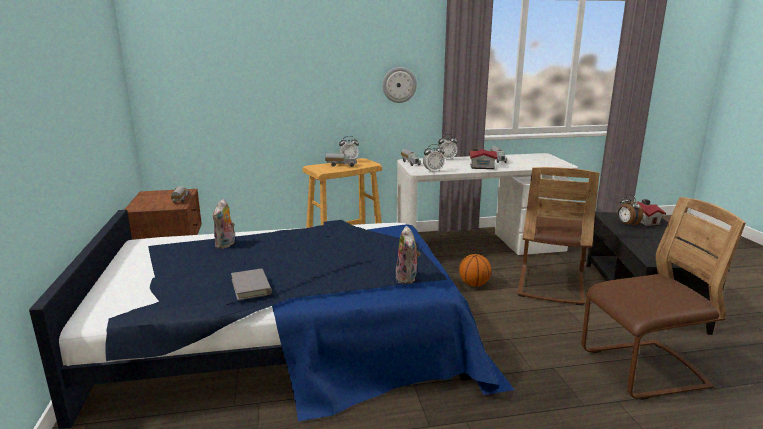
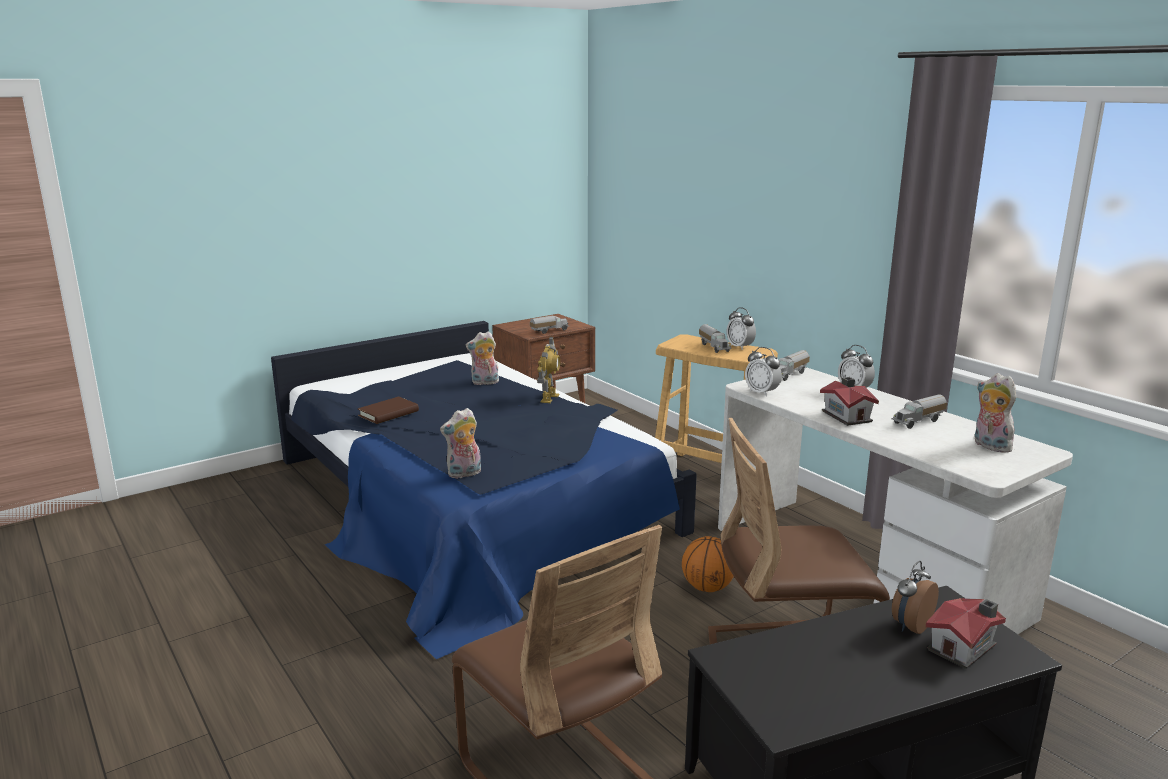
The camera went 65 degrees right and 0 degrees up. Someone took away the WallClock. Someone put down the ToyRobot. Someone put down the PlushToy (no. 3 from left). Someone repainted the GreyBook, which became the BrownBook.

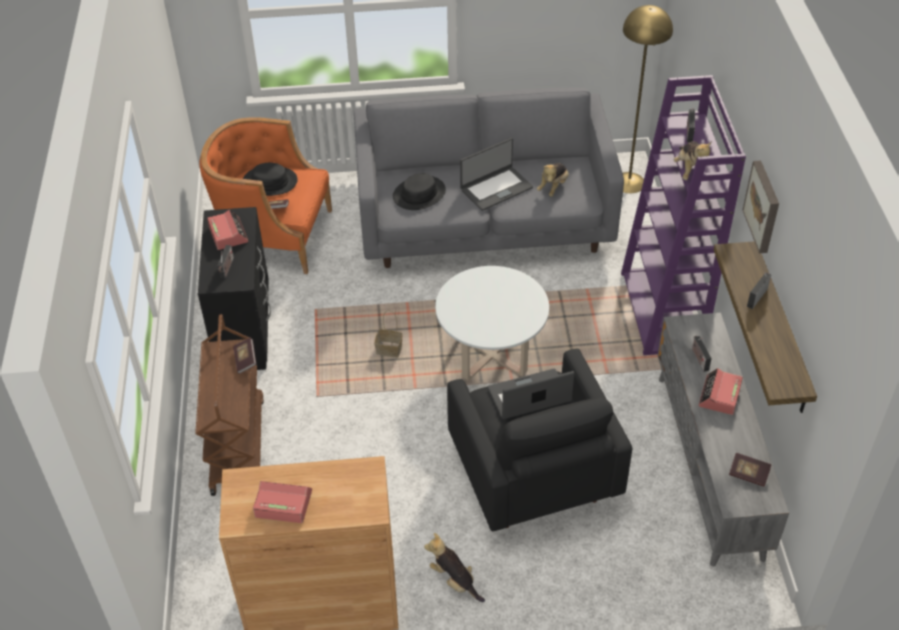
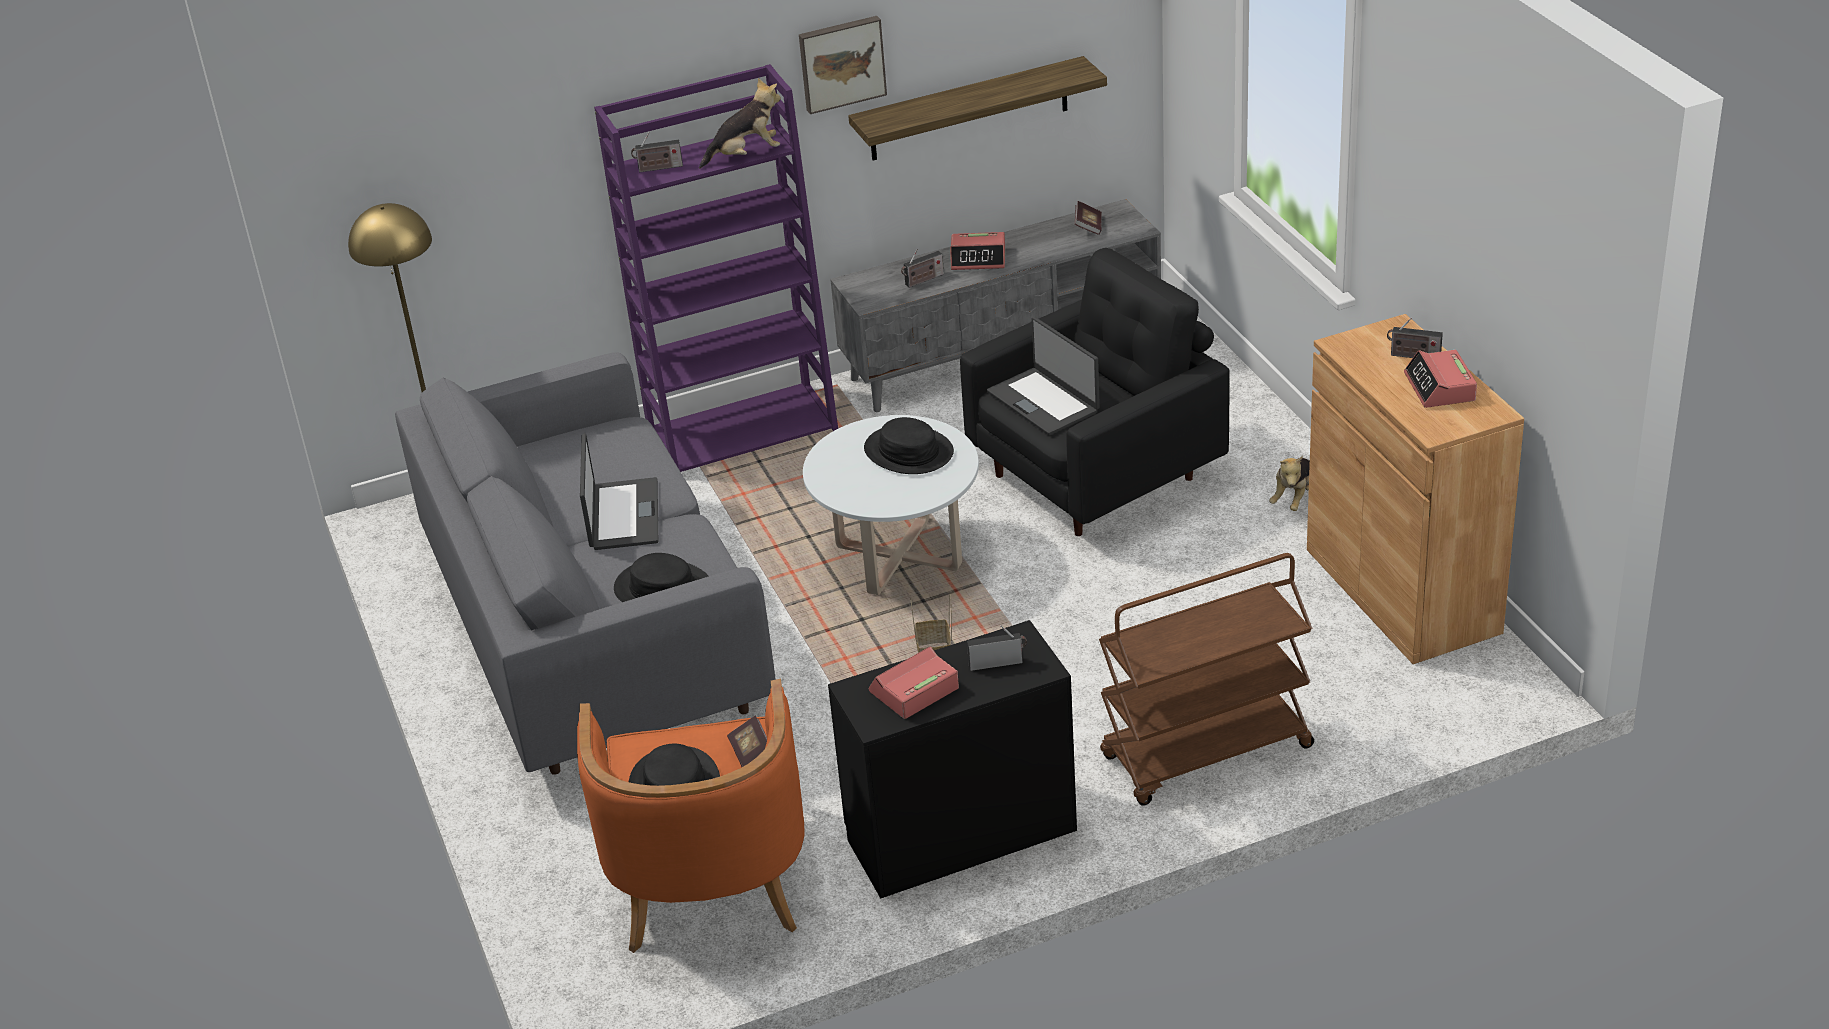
The camera went 105 degrees left and 10 degrees down. Someone took away the Book (no. 1 from left). Someone took away the PlushToy (no. 2 from left). Someone put down the BlackHat (no. 3 from left). Someone carried the Radio (no. 4 from left). Someone rotated the Laptop (no. 1 from left) by 45 degrees clockwise.

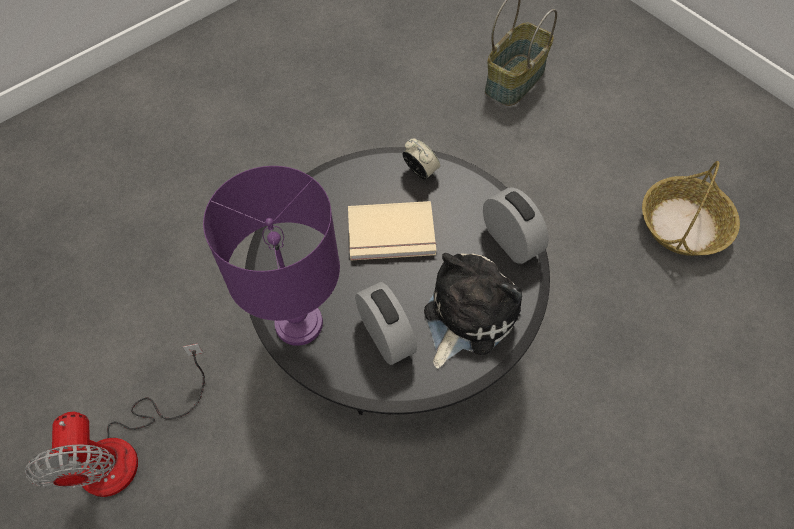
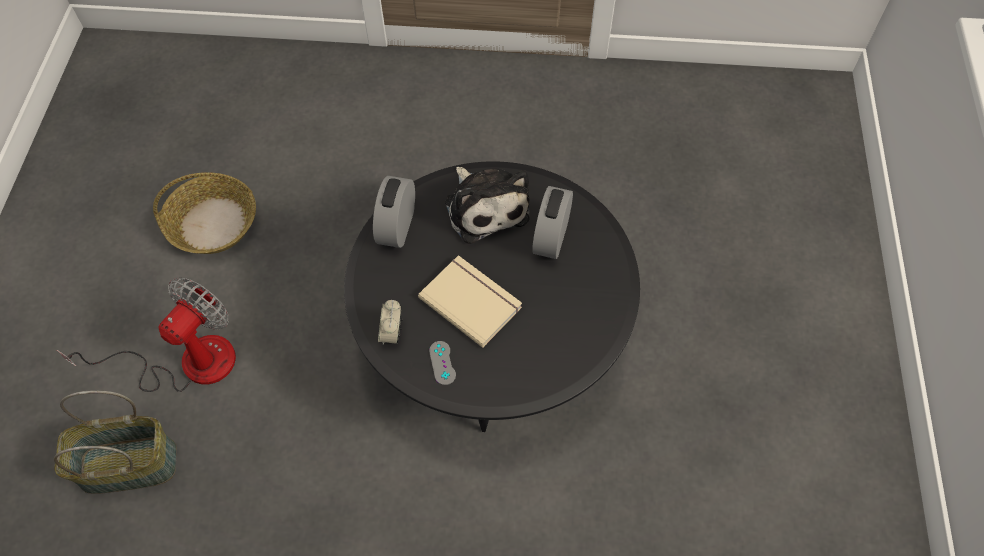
The camera went 135 degrees left and 0 degrees up. Someone took away the PurpleTableLamp. Someone put down the GreyGameController. Someone carried the Fan. Someone rotated the PlushToy by 105 degrees counterclockwise.

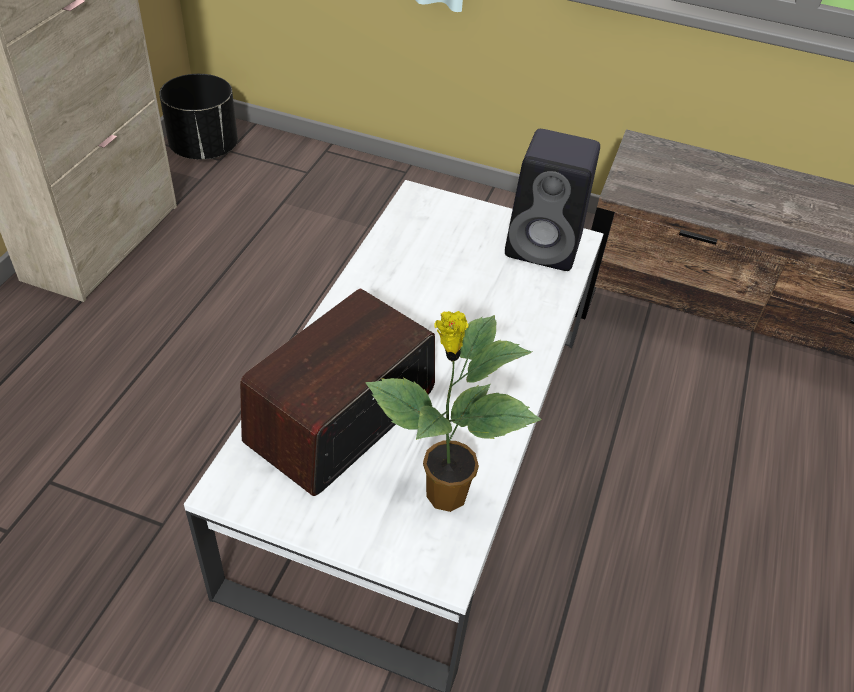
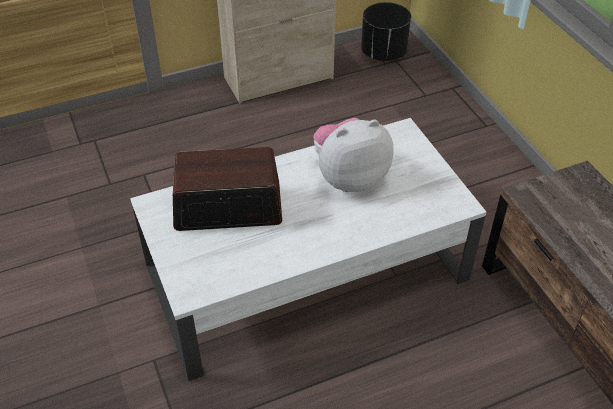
The camera went 50 degrees right and 0 degrees up. Someone took away the PottedPlant. Someone took away the BlackSpeaker. Someone put down the PlushToy.

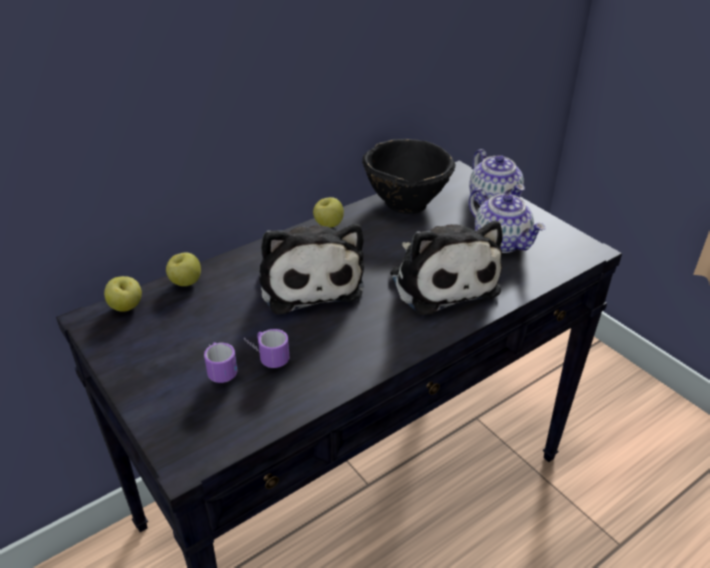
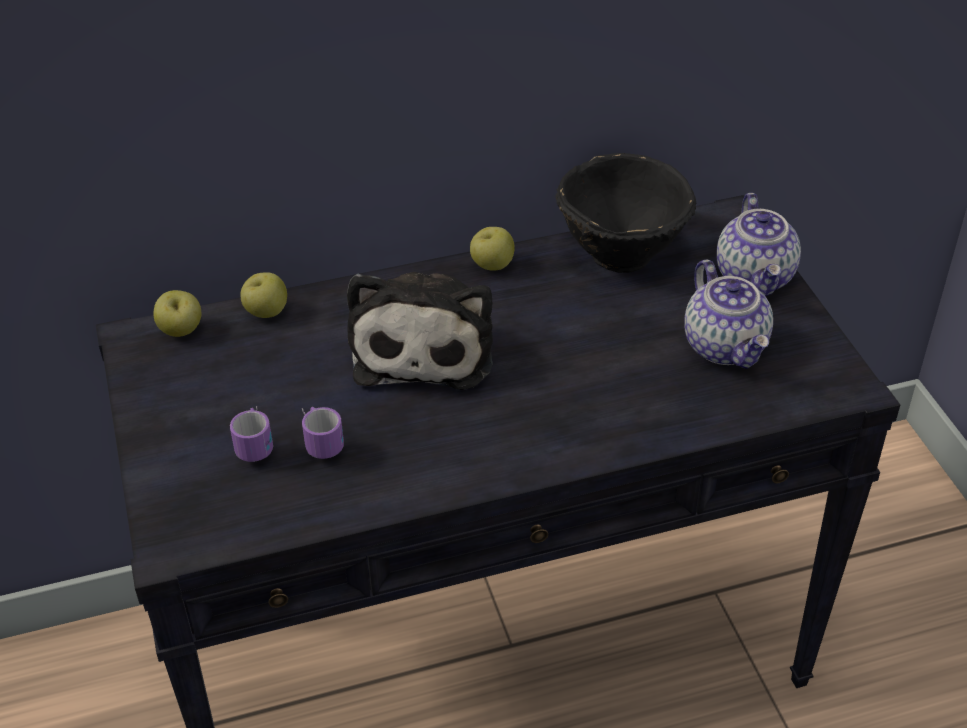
The camera went 20 degrees right and 5 degrees up. Someone took away the PlushToy (no. 2 from left).

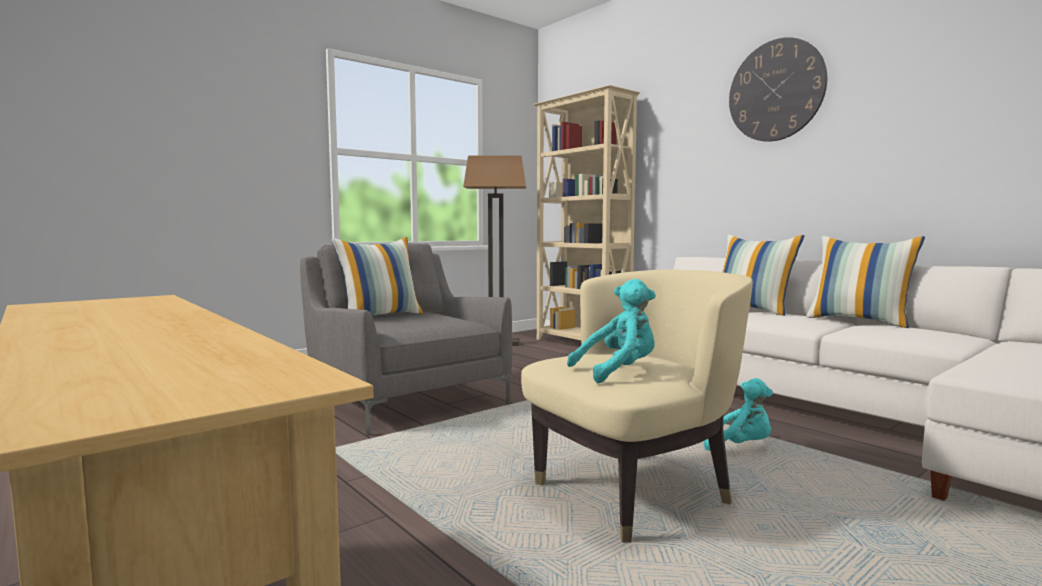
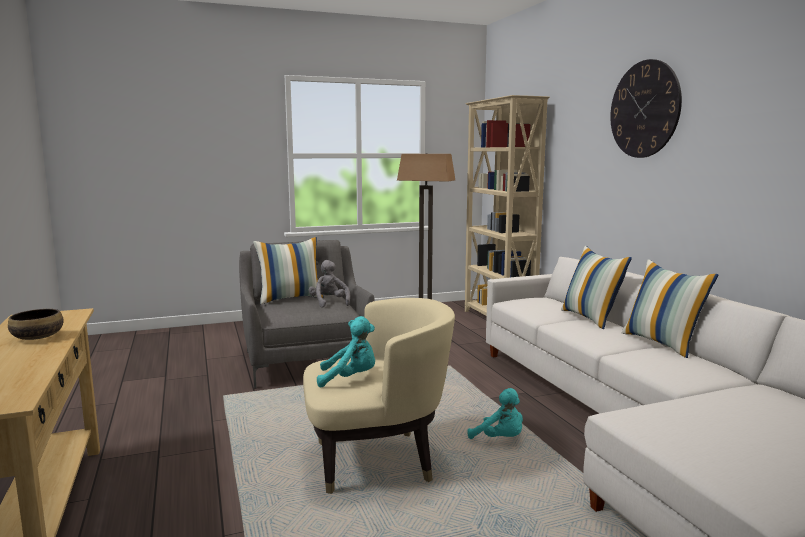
The camera went 20 degrees right and 5 degrees up. Someone put down the Bowl. Someone put down the GreyPlushToy.

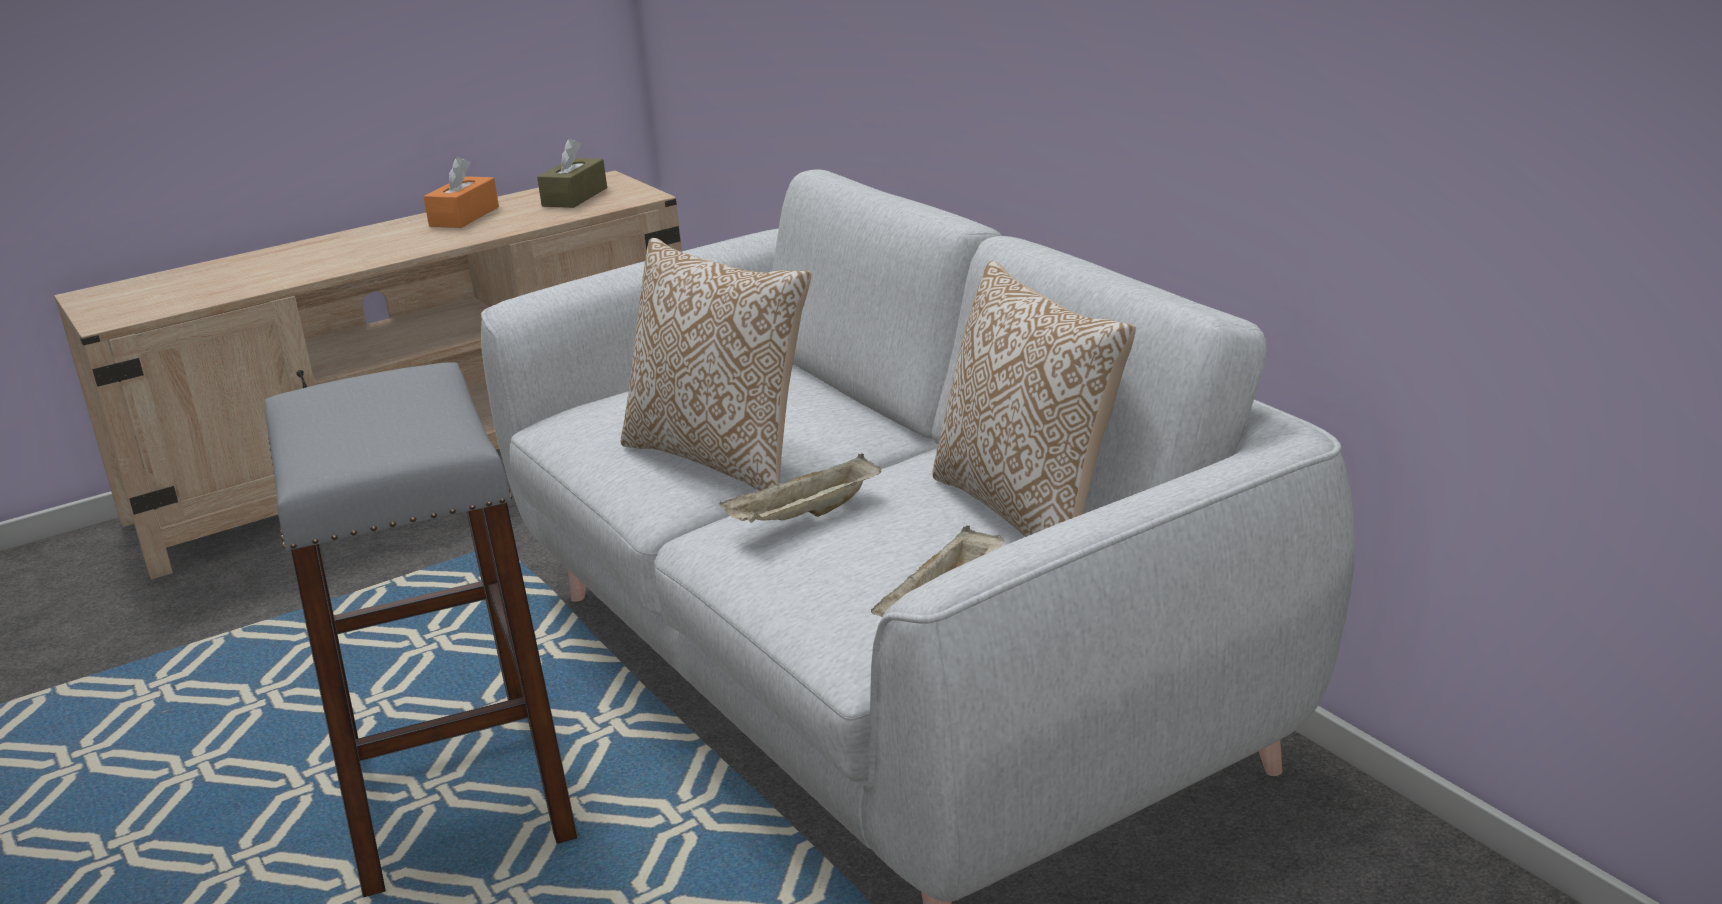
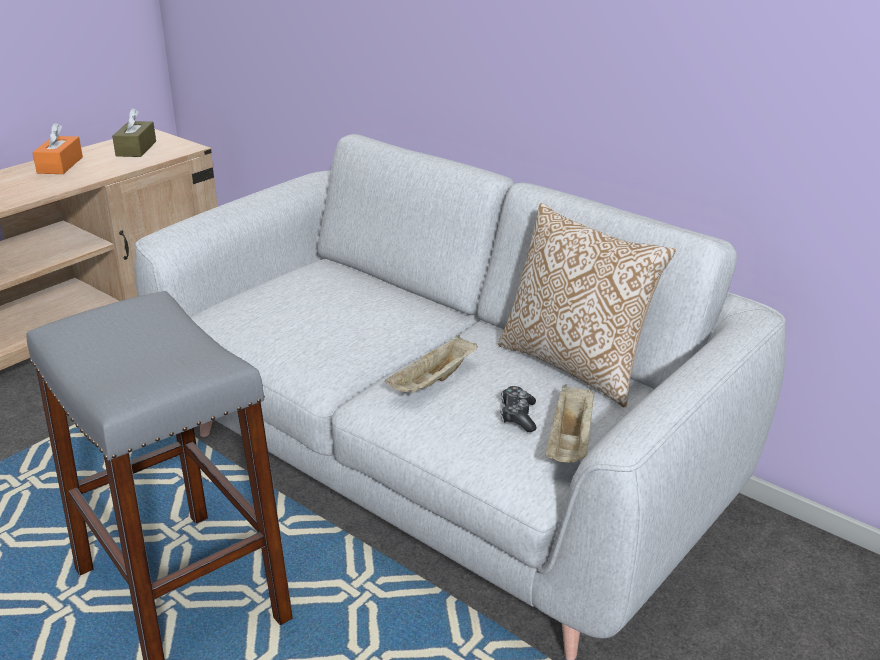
The camera went 20 degrees left and 5 degrees up. Someone took away the Pillow (no. 1 from left). Someone put down the GameController.

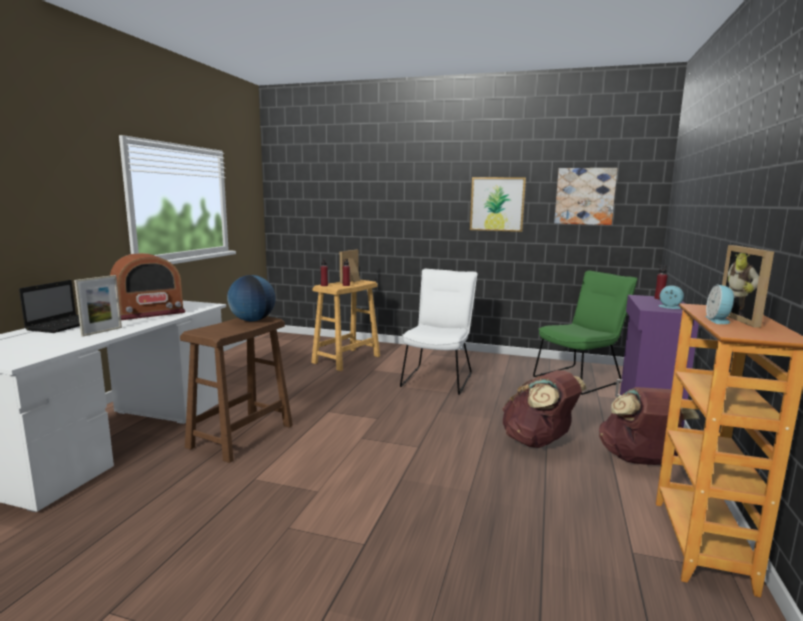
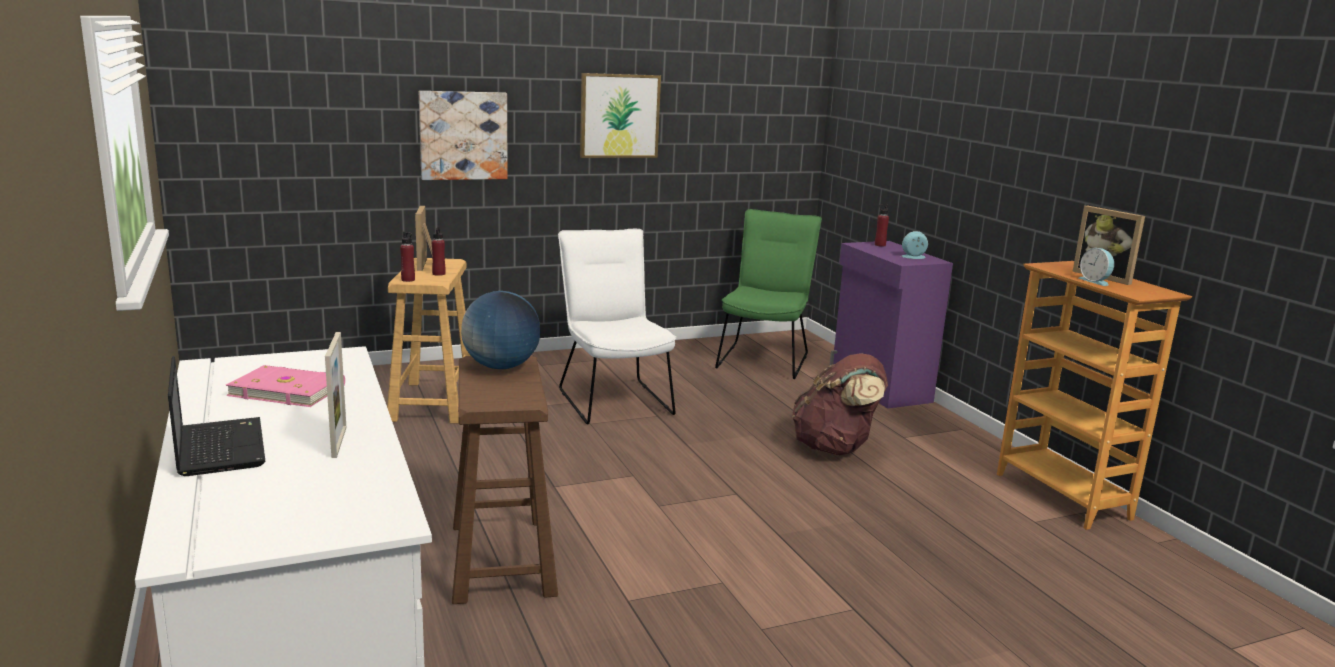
The camera went 40 degrees left and 5 degrees up. Someone took away the BrownBackpack (no. 2 from left). Someone carried the Picture (no. 2 from left in the first image). Someone swapped the Radio for the PinkBook.

